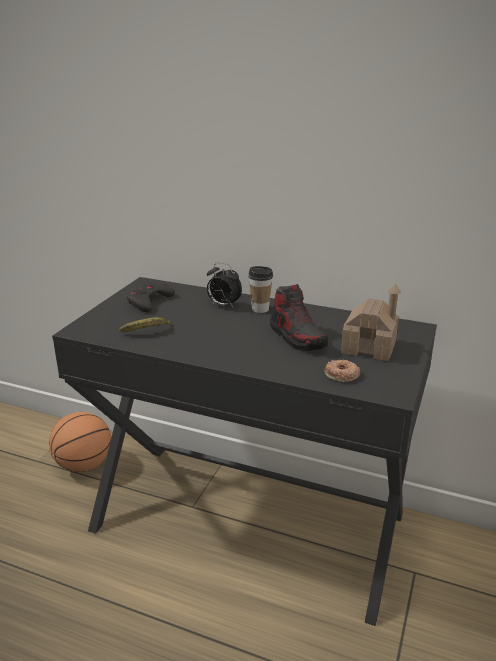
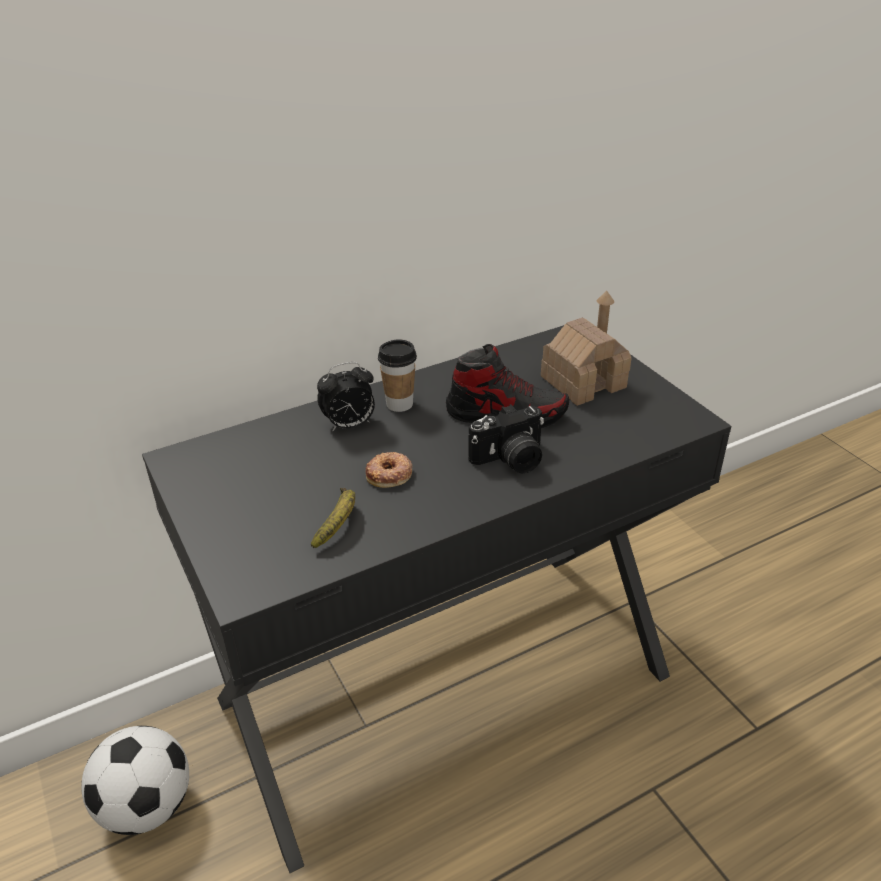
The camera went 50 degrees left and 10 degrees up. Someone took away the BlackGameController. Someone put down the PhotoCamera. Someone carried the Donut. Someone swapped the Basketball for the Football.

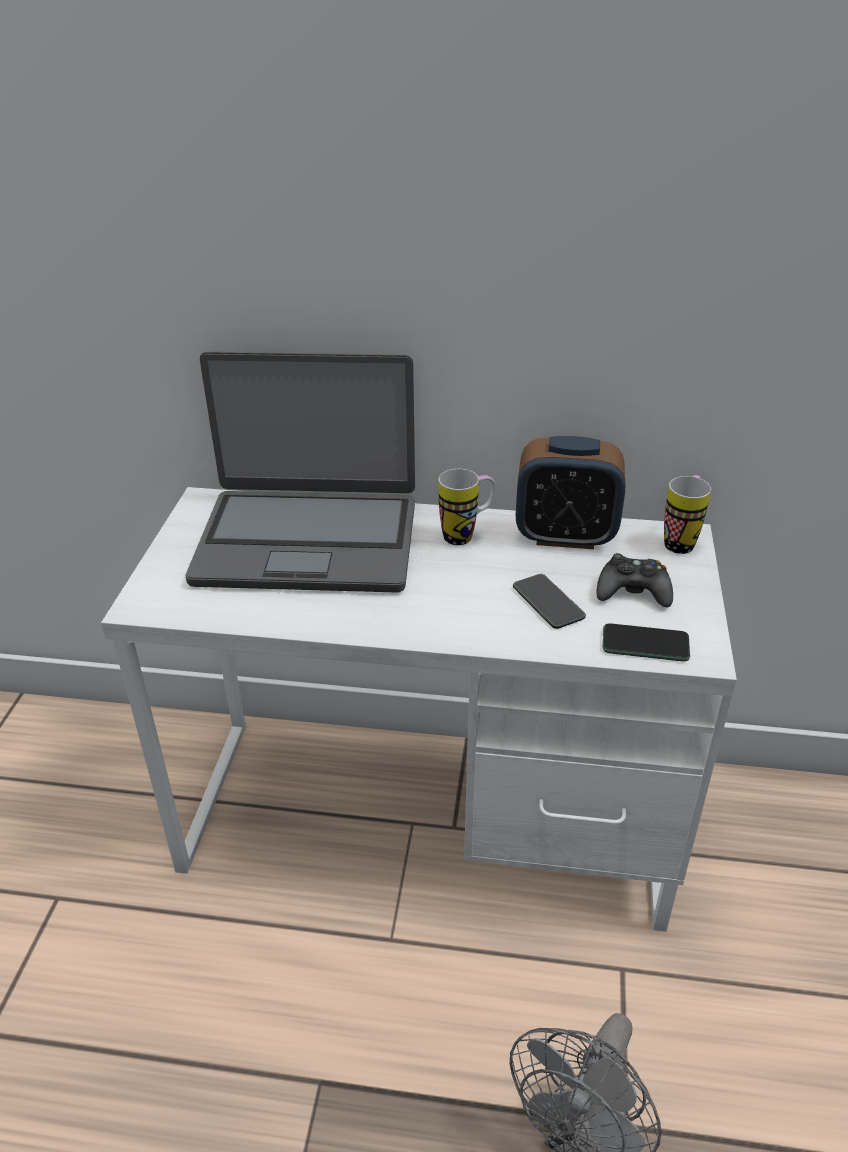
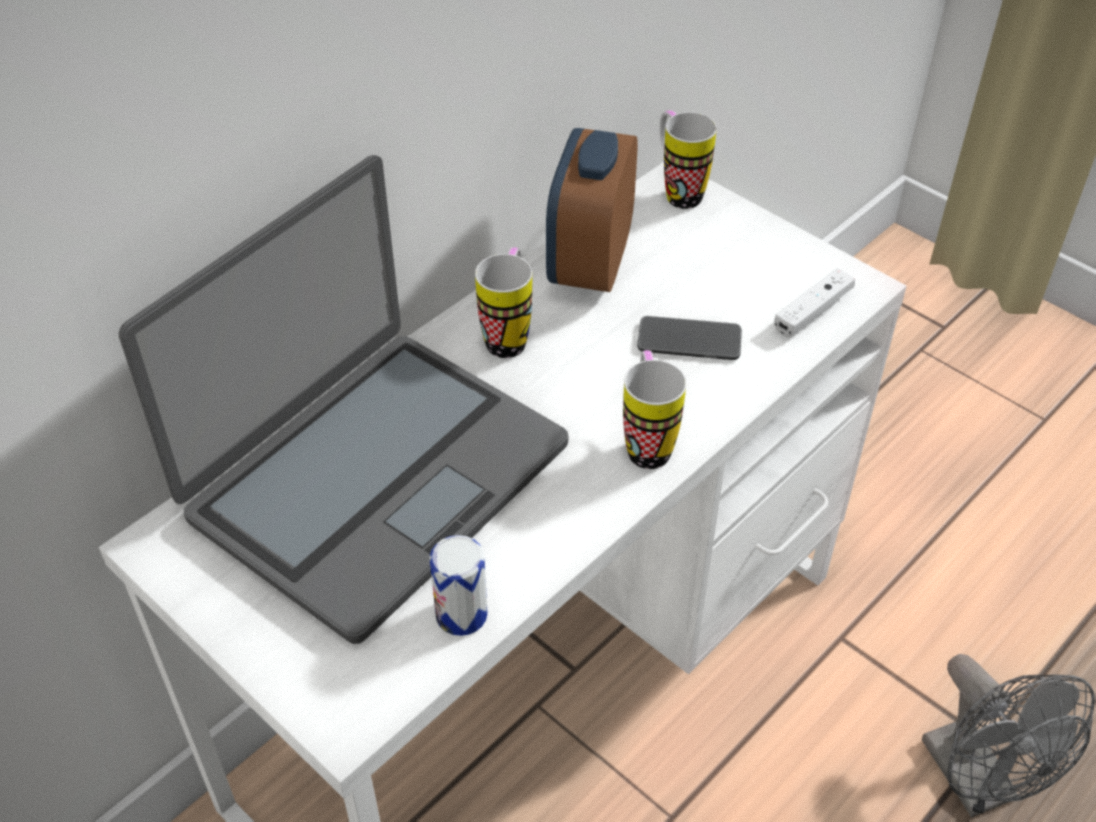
The camera went 55 degrees left and 10 degrees up. Someone took away the BlackGameController. Someone put down the Can. Someone put down the Mug (no. 2 from left). Someone swapped the Phone (no. 2 from left) for the WhiteGameController. Someone rotated the AlarmClock by 150 degrees clockwise.

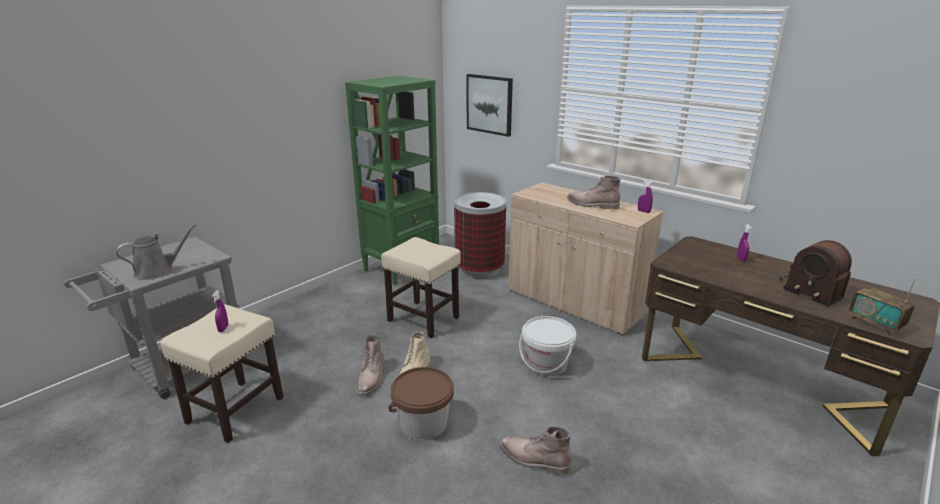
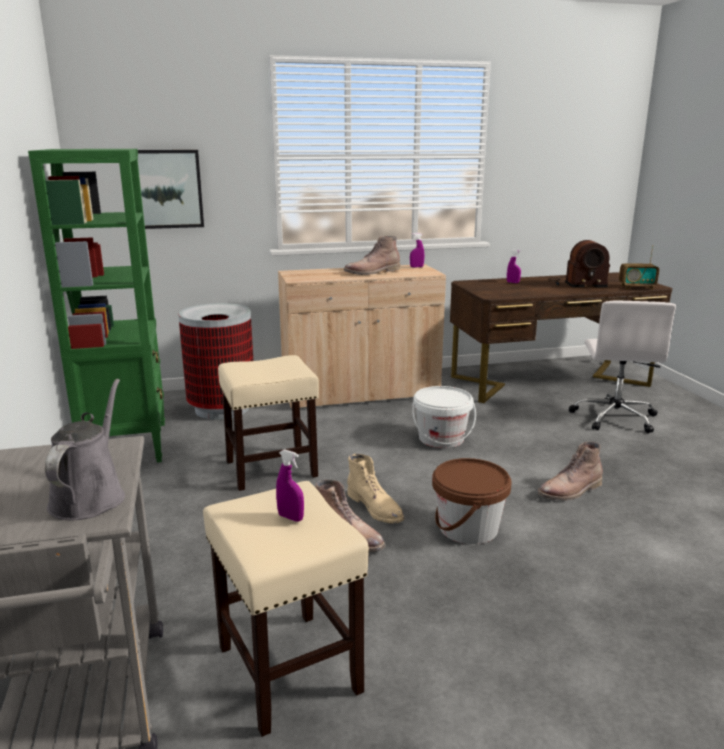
The camera went 55 degrees left and 5 degrees down. Someone put down the WhiteOfficeChair.

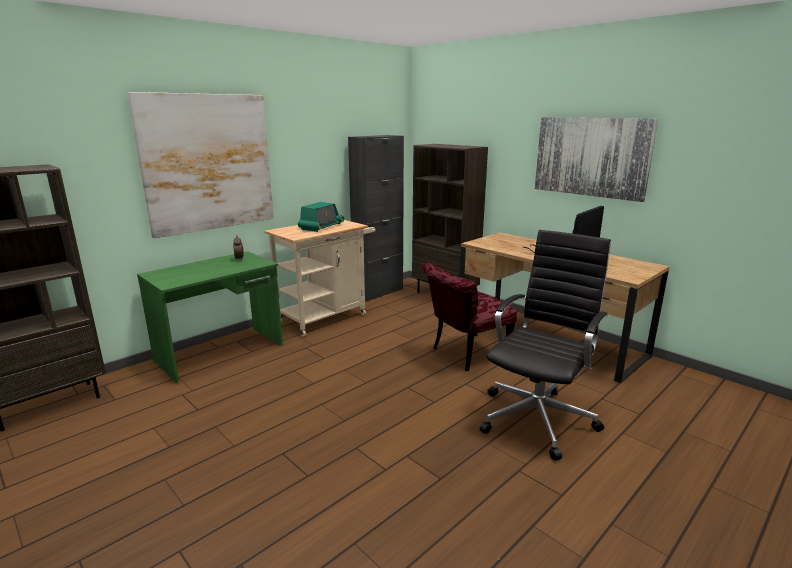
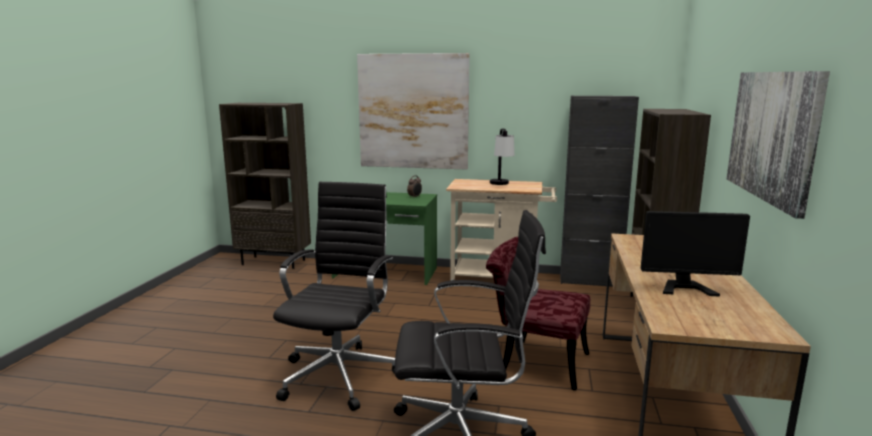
The camera went 55 degrees right and 5 degrees down. Someone put down the BlackOfficeChair (no. 1 from left). Someone swapped the Radio for the TableLamp.

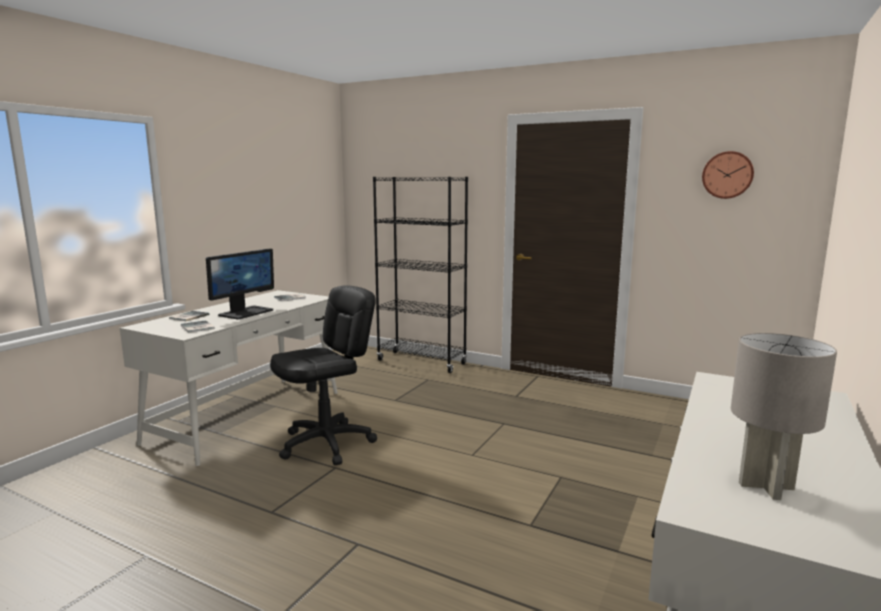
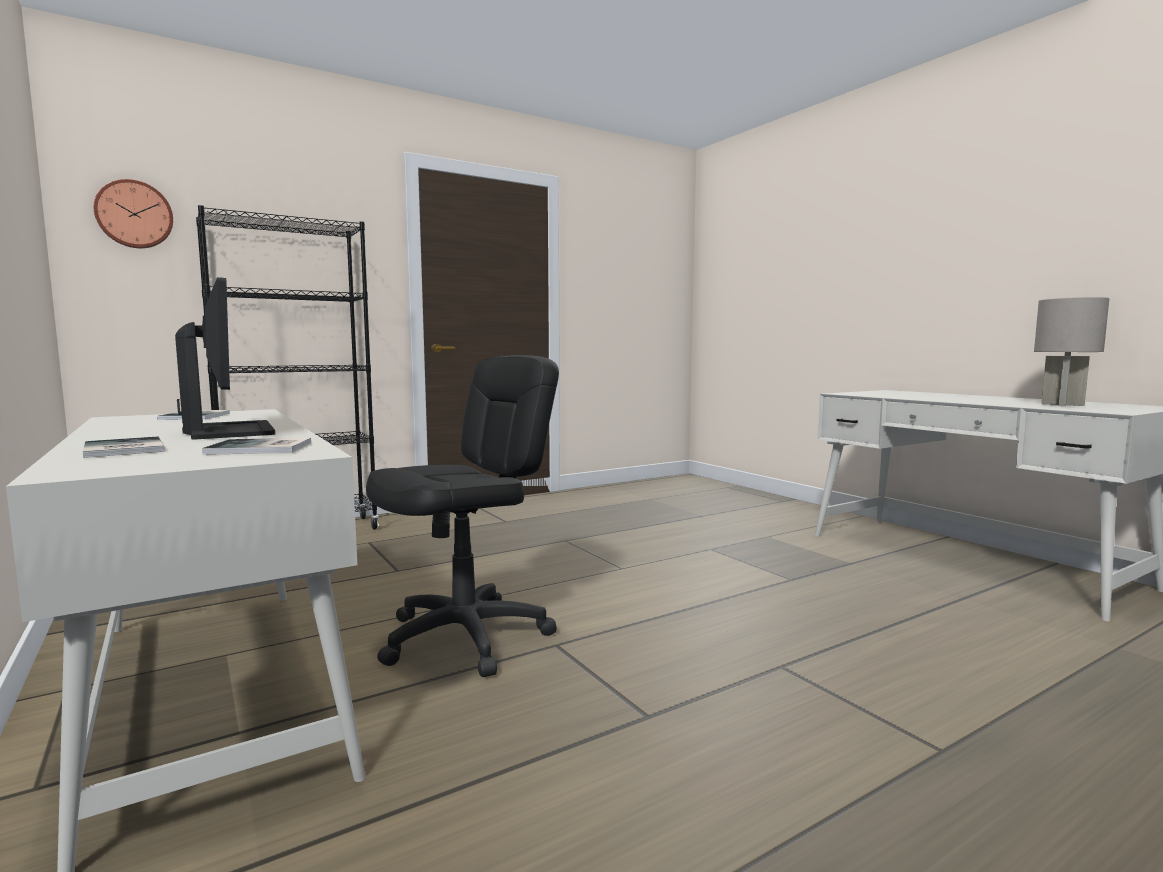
The camera went 60 degrees left and 5 degrees down. Someone carried the WallClock. Someone rotated the BlackOfficeChair by 60 degrees clockwise.

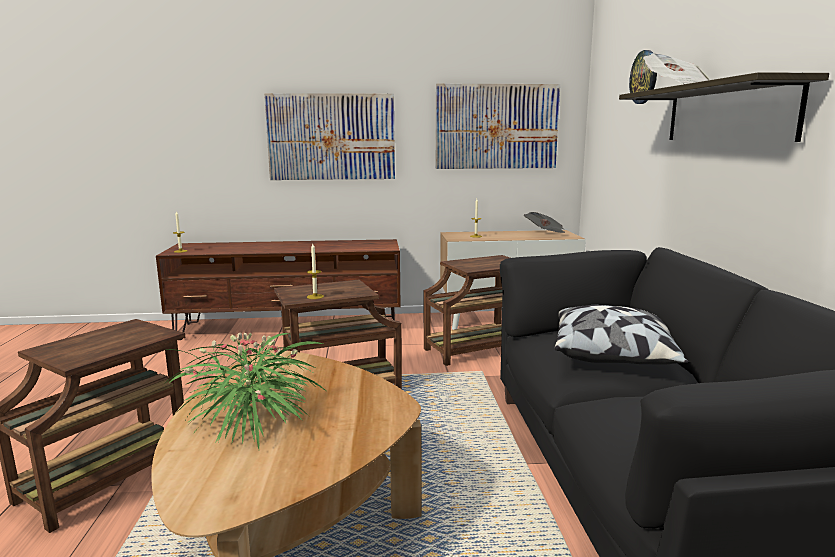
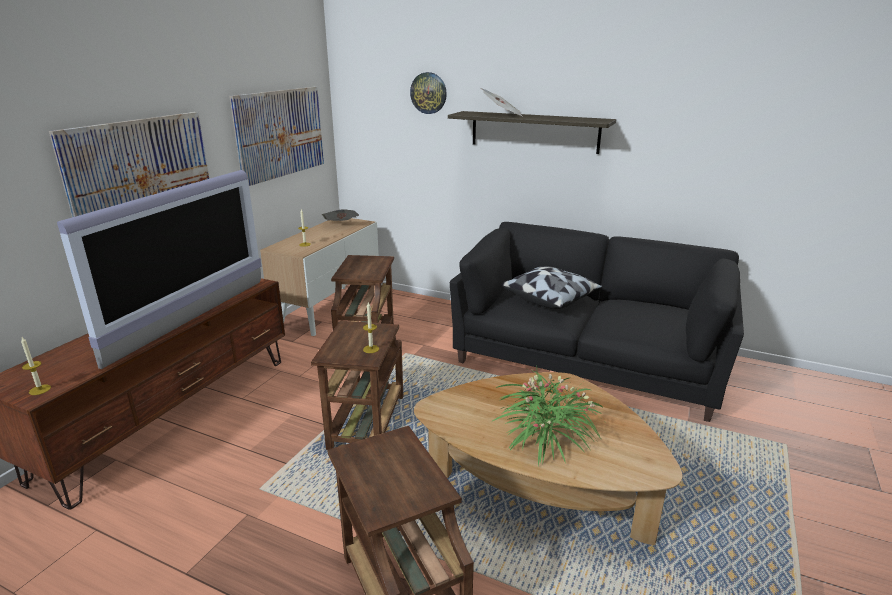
The camera went 60 degrees left and 10 degrees up. Someone put down the Television.

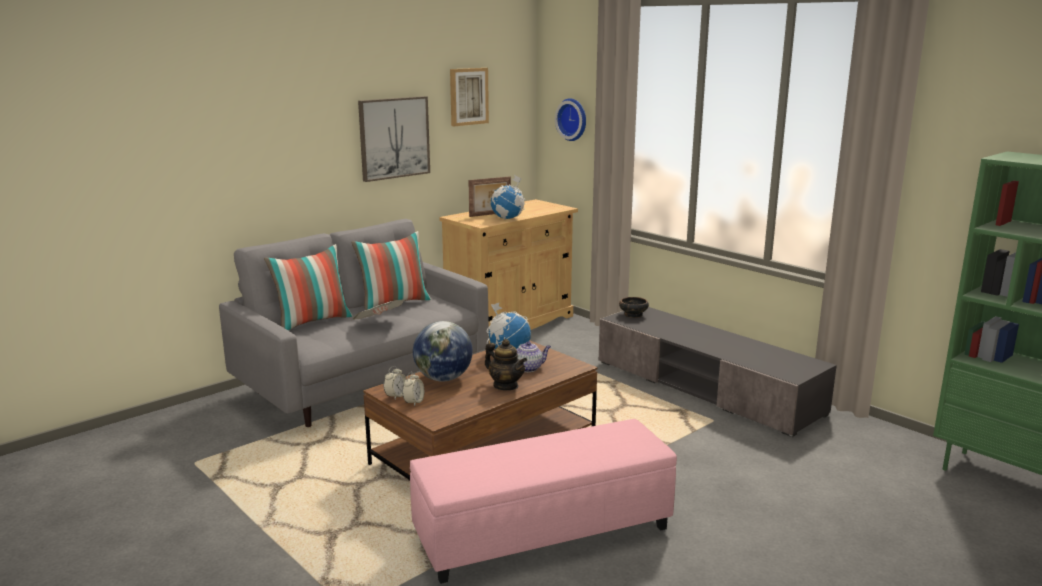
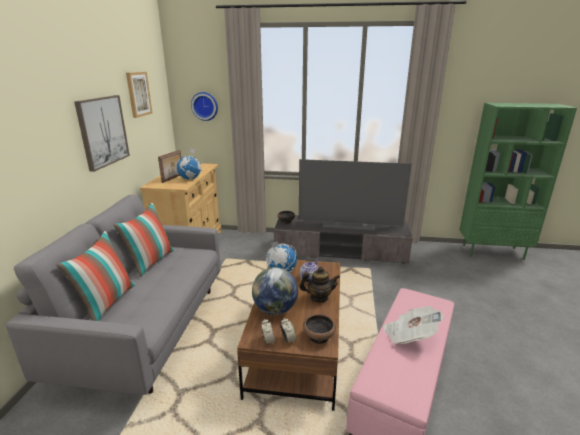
The camera went 40 degrees left and 5 degrees up. Someone put down the Television. Someone put down the Bowl (no. 2 from left). Someone carried the Newspaper.

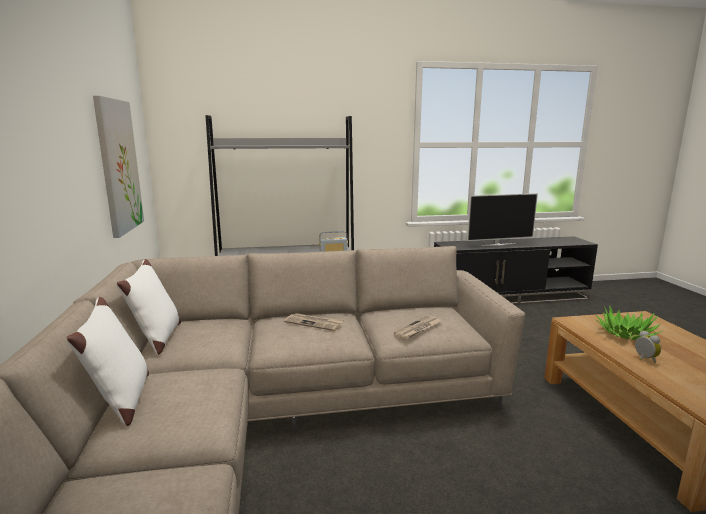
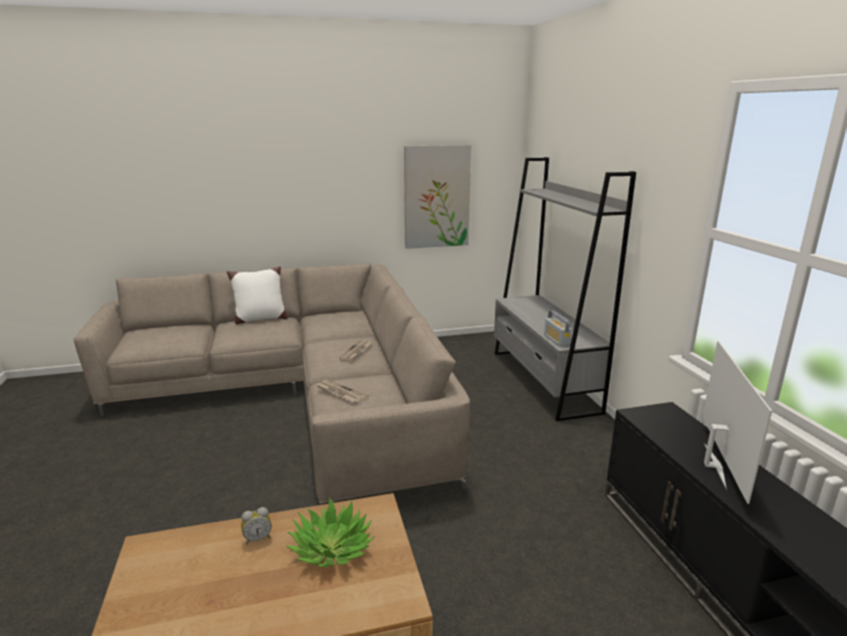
The camera went 85 degrees right and 5 degrees up. Someone took away the WhitePillow (no. 2 from left). Someone rotated the Television by 150 degrees counterclockwise.

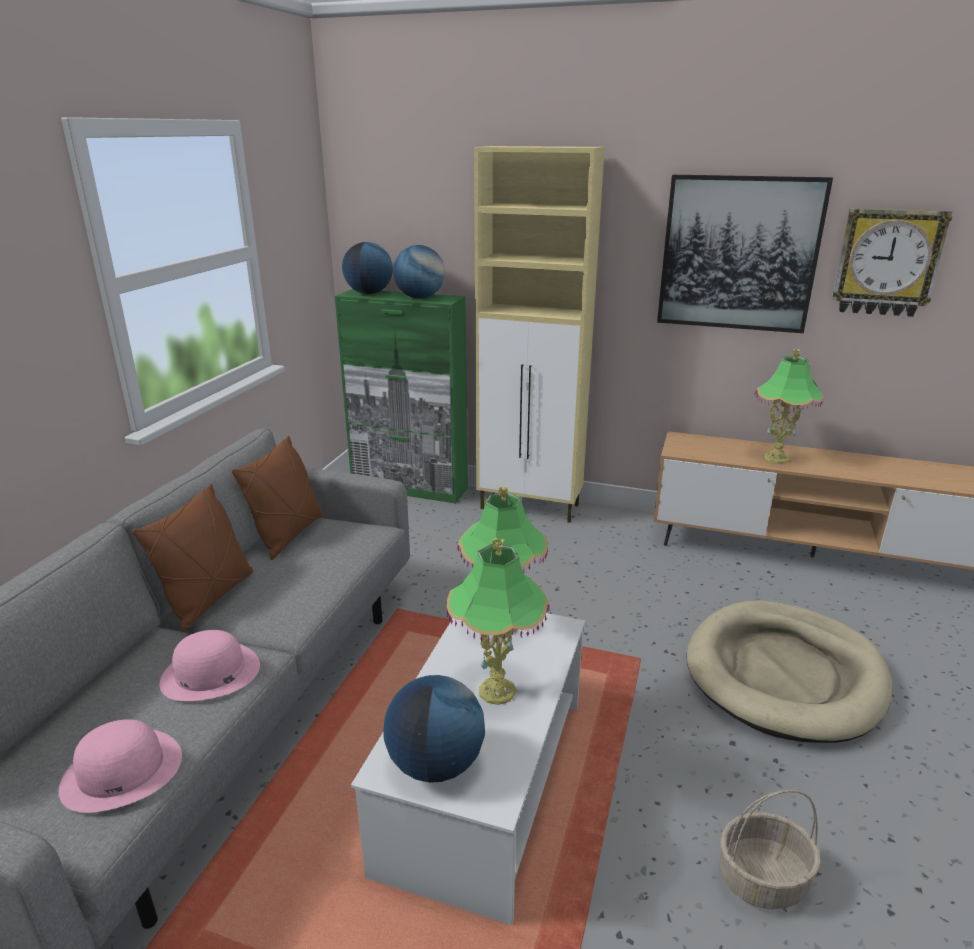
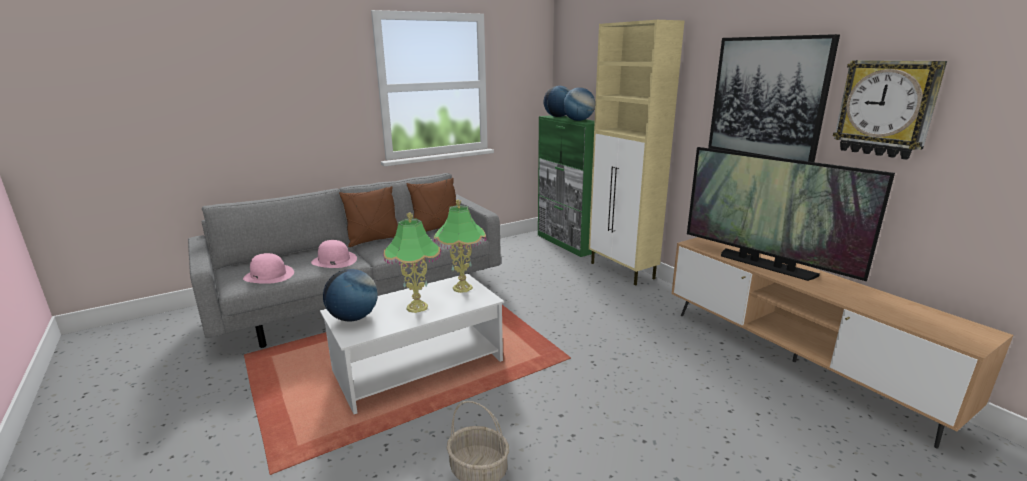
The camera went 40 degrees right and 5 degrees down. Someone took away the BeigeDogBed. Someone swapped the TableLamp (no. 3 from left) for the Television.

